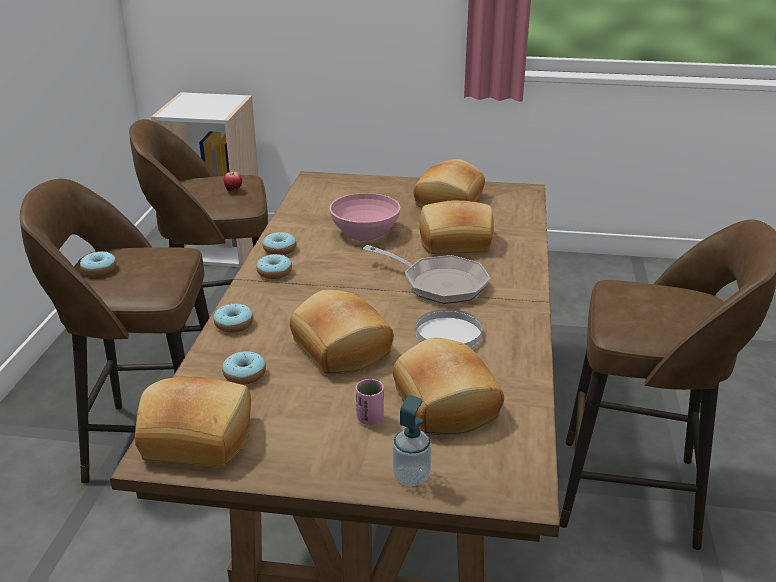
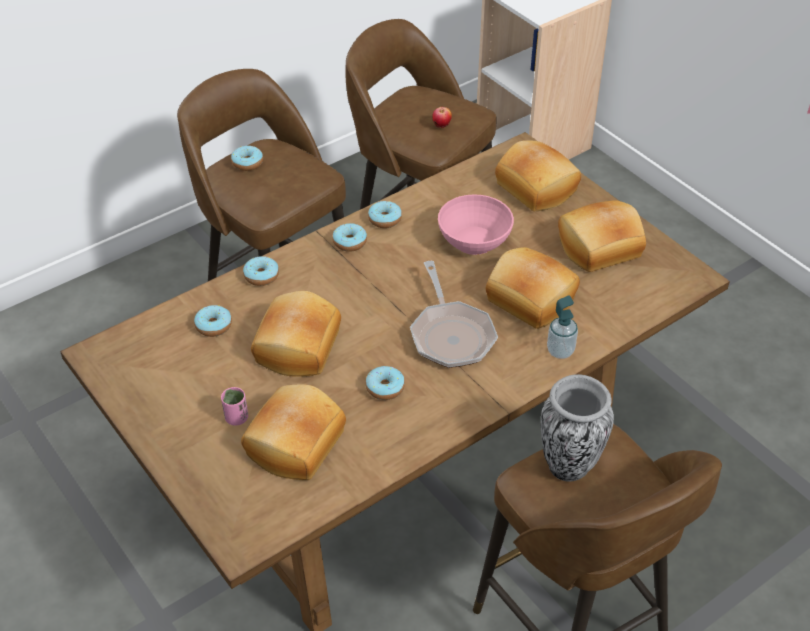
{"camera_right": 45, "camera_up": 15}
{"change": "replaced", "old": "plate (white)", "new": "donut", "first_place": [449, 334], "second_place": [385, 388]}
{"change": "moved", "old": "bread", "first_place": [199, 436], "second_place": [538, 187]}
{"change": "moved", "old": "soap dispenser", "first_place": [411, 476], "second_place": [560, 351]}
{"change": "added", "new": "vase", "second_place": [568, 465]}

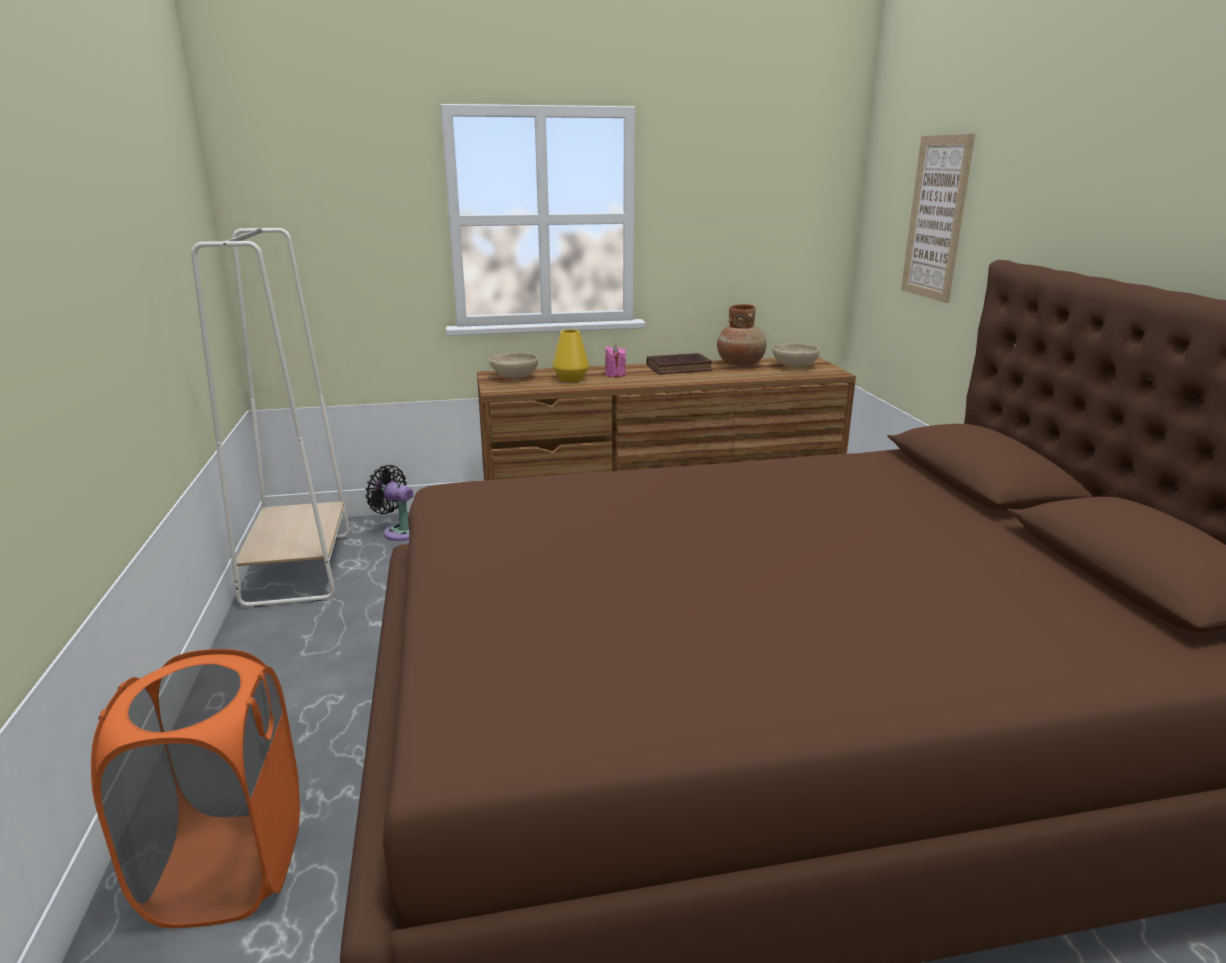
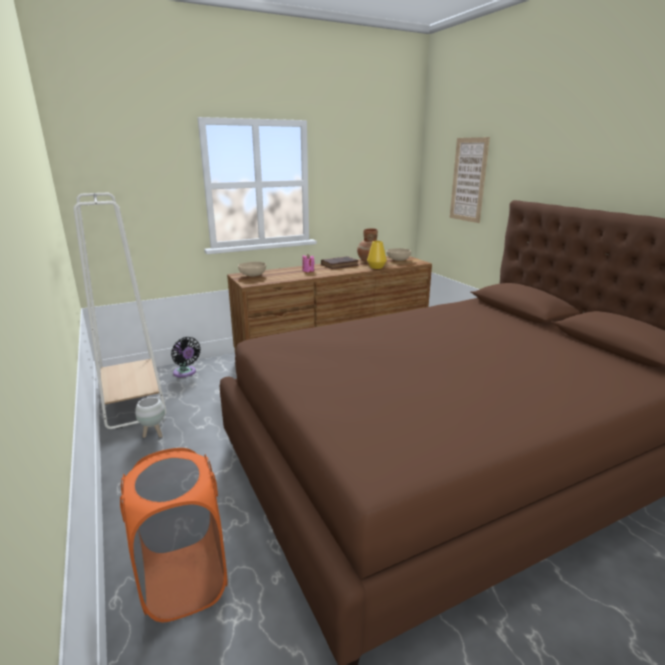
{"camera_right": -15, "camera_up": 0}
{"change": "moved", "old": "vase (yellow)", "first_place": [571, 379], "second_place": [376, 267]}
{"change": "turned", "old": "fan (black)", "first_place": [399, 531], "second_place": [185, 373], "degrees": -150}
{"change": "added", "new": "planter (white)", "second_place": [154, 434]}

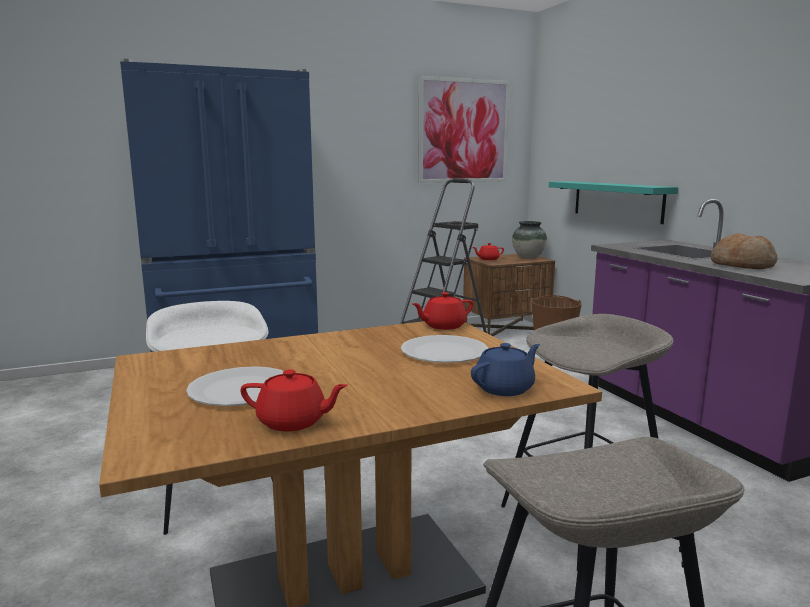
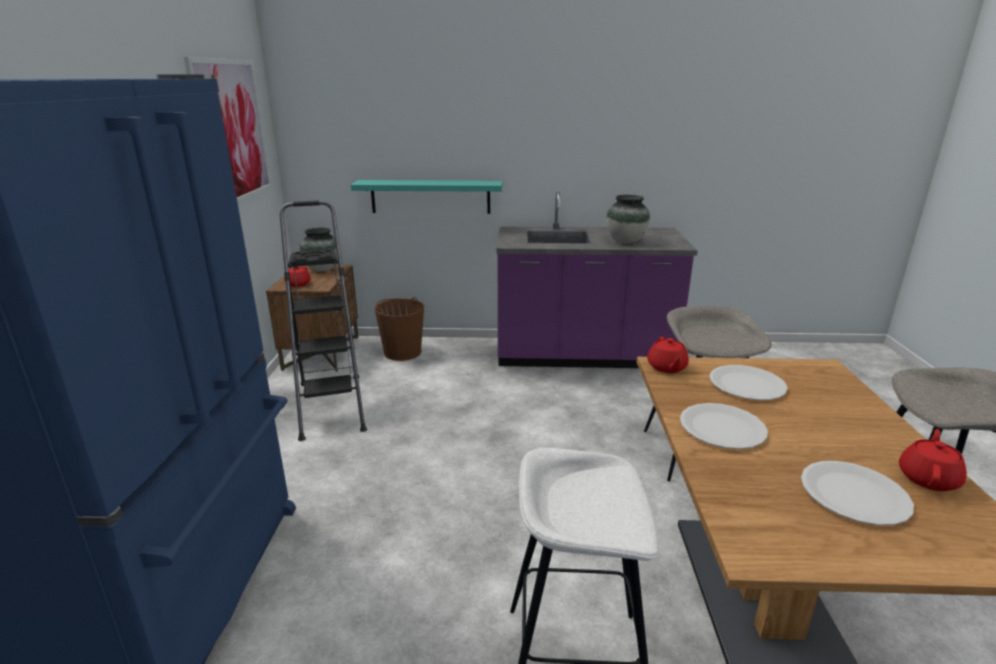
{"camera_right": -65, "camera_up": 10}
{"change": "replaced", "old": "bread", "new": "vase", "first_place": [742, 265], "second_place": [625, 241]}
{"change": "removed", "old": "teapot (blue)", "first_place": [505, 388]}
{"change": "added", "new": "plate (white)", "second_place": [722, 428]}

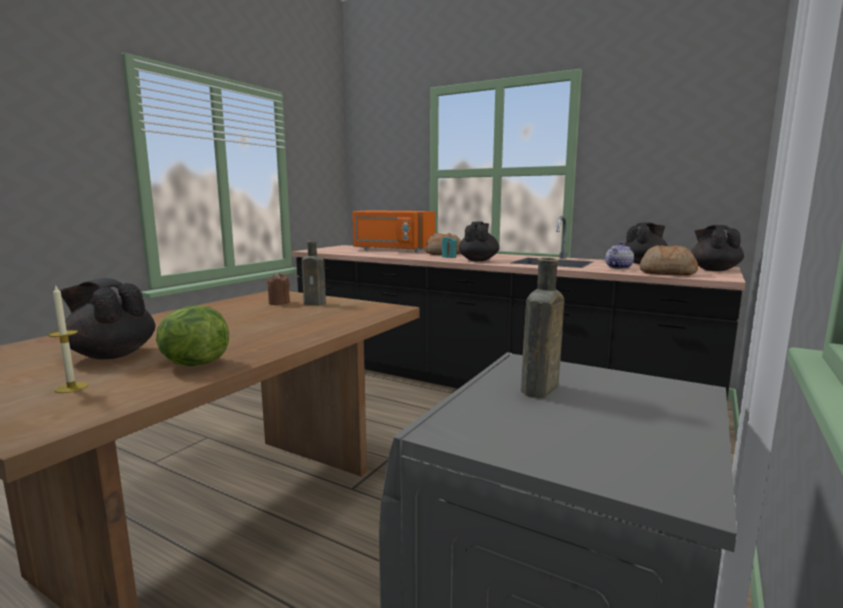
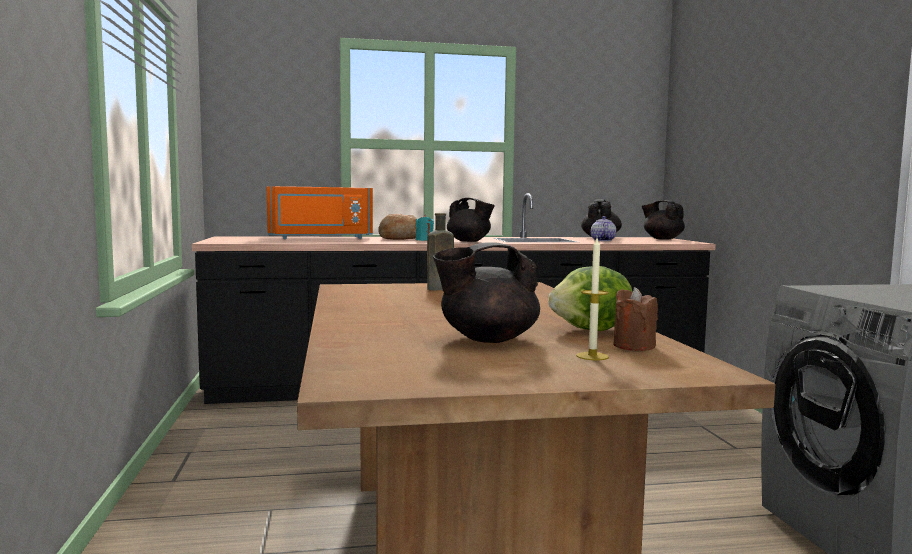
{"camera_right": -40, "camera_up": -5}
{"change": "turned", "old": "teapot (black)", "first_place": [478, 260], "second_place": [469, 241], "degrees": 150}
{"change": "removed", "old": "bread", "first_place": [666, 273]}
{"change": "removed", "old": "bottle (brown)", "first_place": [538, 390]}
{"change": "moved", "old": "candle (brown)", "first_place": [279, 303], "second_place": [634, 346]}

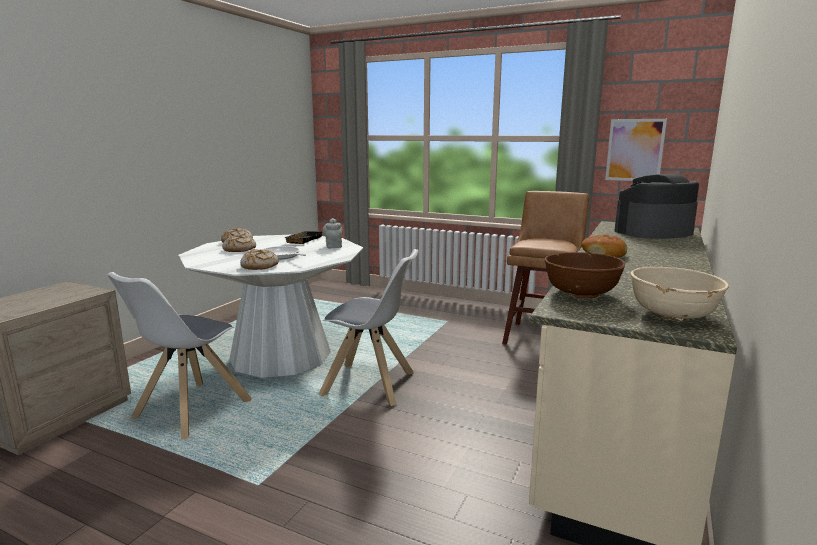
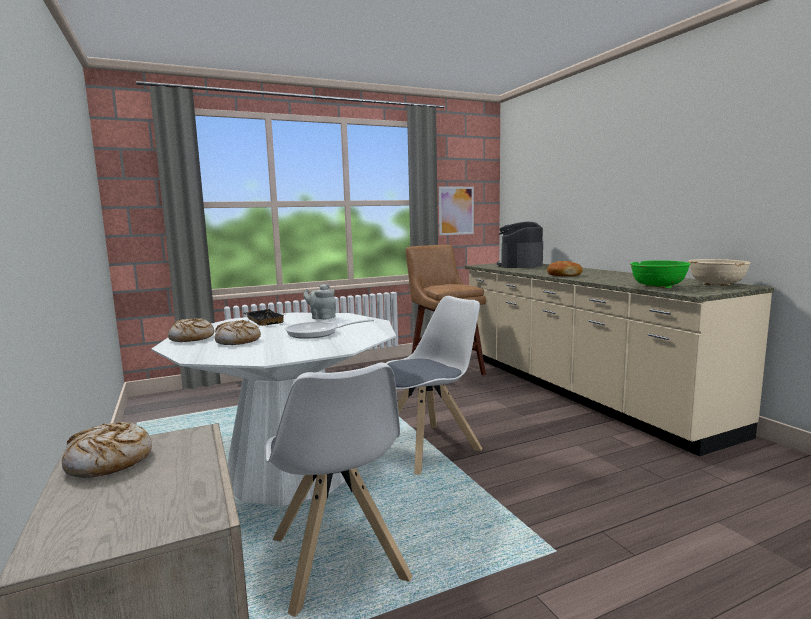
{"camera_right": -50, "camera_up": -5}
{"change": "moved", "old": "bread", "first_place": [259, 266], "second_place": [109, 461]}
{"change": "recoloured", "old": "bowl (brown)", "new": "bowl (green)", "first_place": [581, 293], "second_place": [658, 287]}

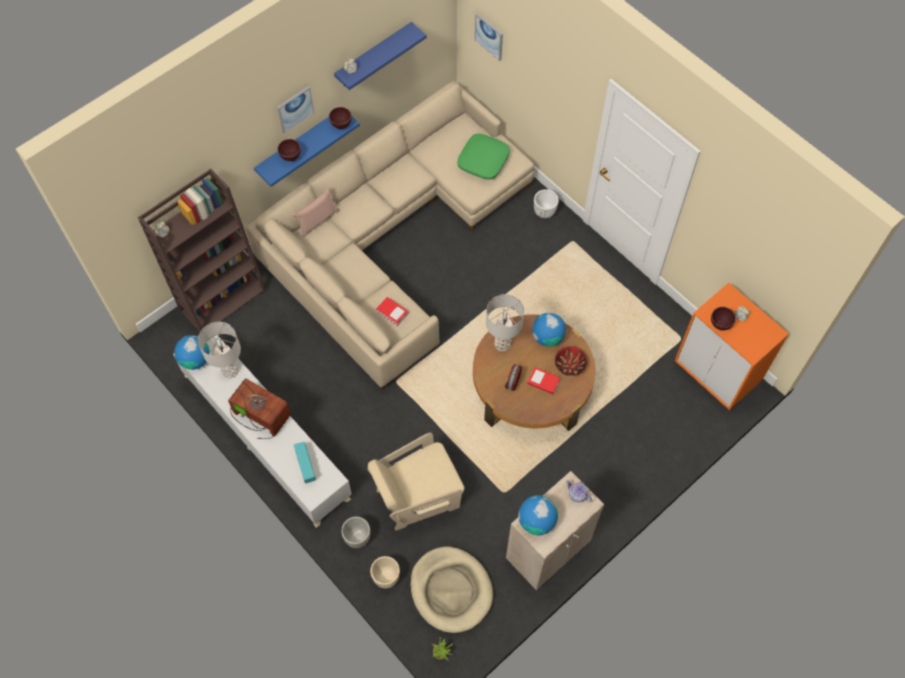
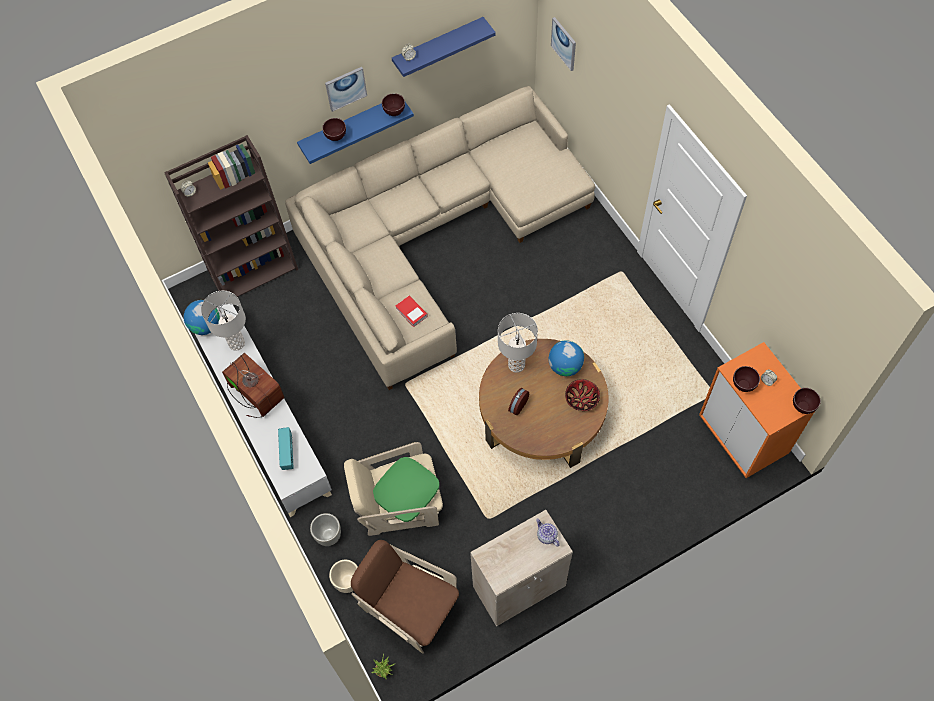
{"camera_right": 15, "camera_up": 0}
{"change": "moved", "old": "pillow (green)", "first_place": [483, 160], "second_place": [406, 491]}
{"change": "removed", "old": "pillow (beige)", "first_place": [318, 220]}
{"change": "removed", "old": "planter (white)", "first_place": [544, 212]}
{"change": "removed", "old": "book", "first_place": [543, 382]}
{"change": "removed", "old": "globe", "first_place": [536, 521]}
{"change": "replaced", "old": "dog bed (beige)", "new": "armchair (brown)", "first_place": [451, 590], "second_place": [410, 608]}
{"change": "added", "new": "bowl (brown)", "second_place": [802, 407]}

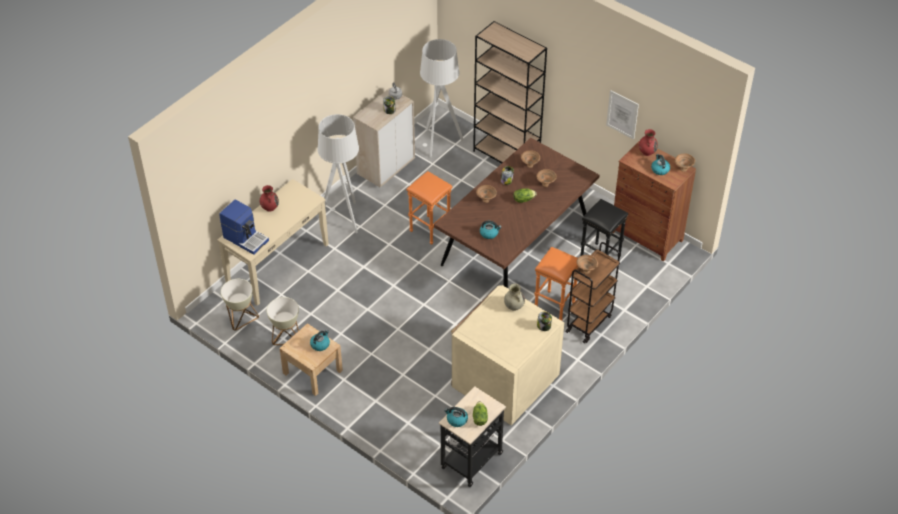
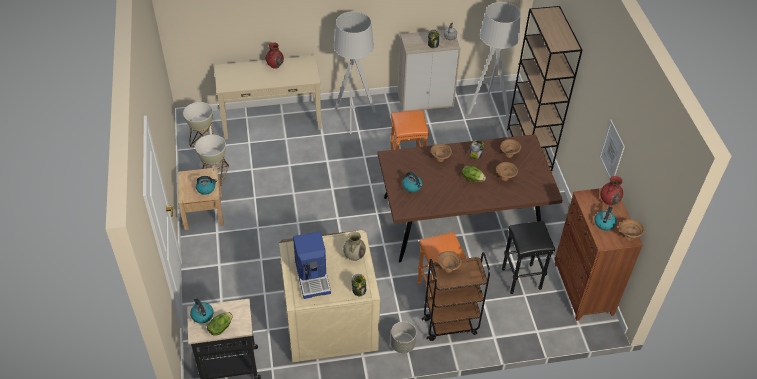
{"camera_right": 40, "camera_up": 0}
{"change": "moved", "old": "coffee machine", "first_place": [246, 238], "second_place": [313, 276]}
{"change": "added", "new": "planter (grey)", "second_place": [402, 344]}

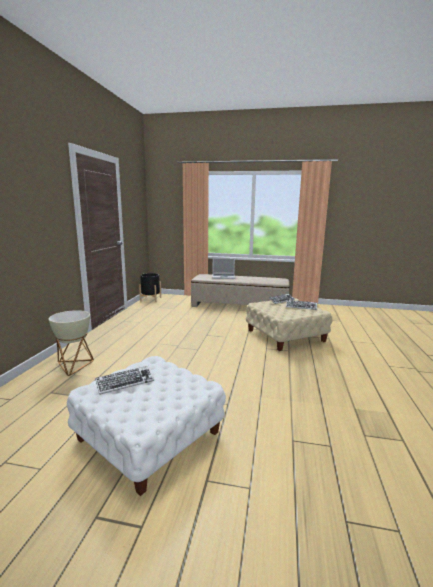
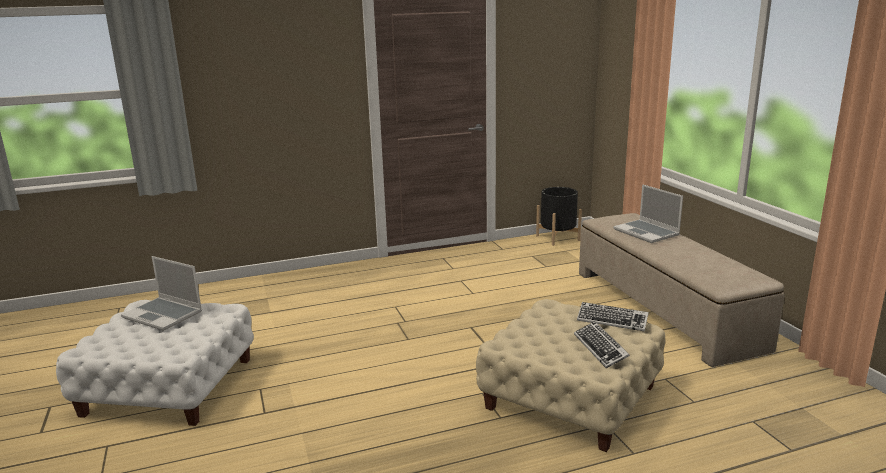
{"camera_right": 60, "camera_up": 5}
{"change": "removed", "old": "planter", "first_place": [75, 366]}
{"change": "replaced", "old": "keyboard", "new": "laptop", "first_place": [125, 383], "second_place": [164, 315]}

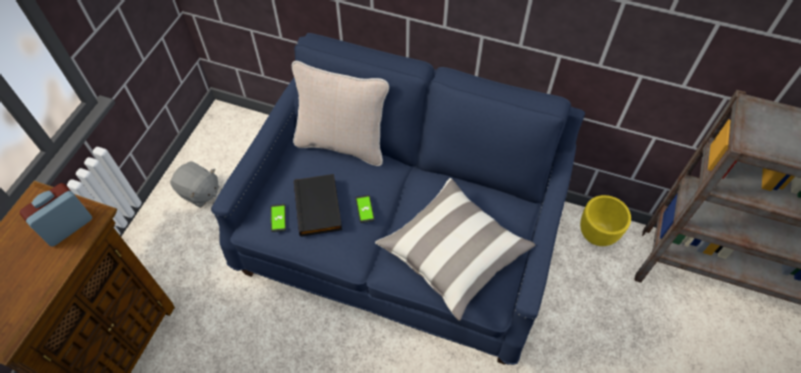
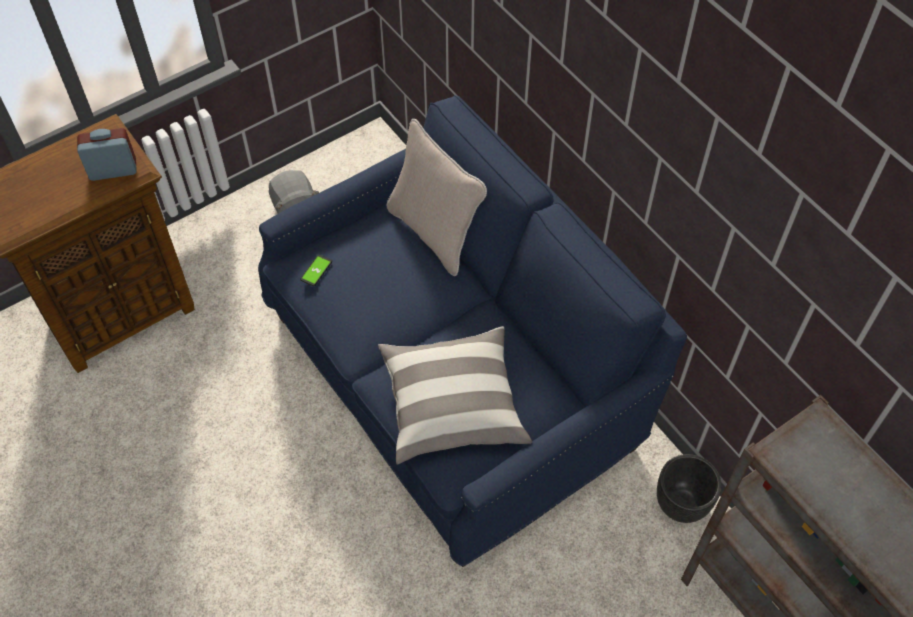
{"camera_right": 35, "camera_up": 0}
{"change": "removed", "old": "book (black)", "first_place": [319, 207]}
{"change": "removed", "old": "phone", "first_place": [365, 209]}
{"change": "recoloured", "old": "planter (yellow)", "new": "planter (black)", "first_place": [597, 234], "second_place": [682, 504]}

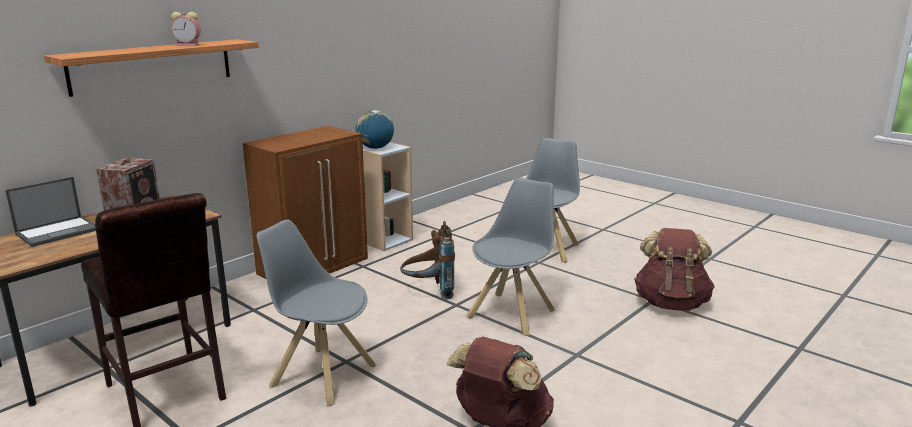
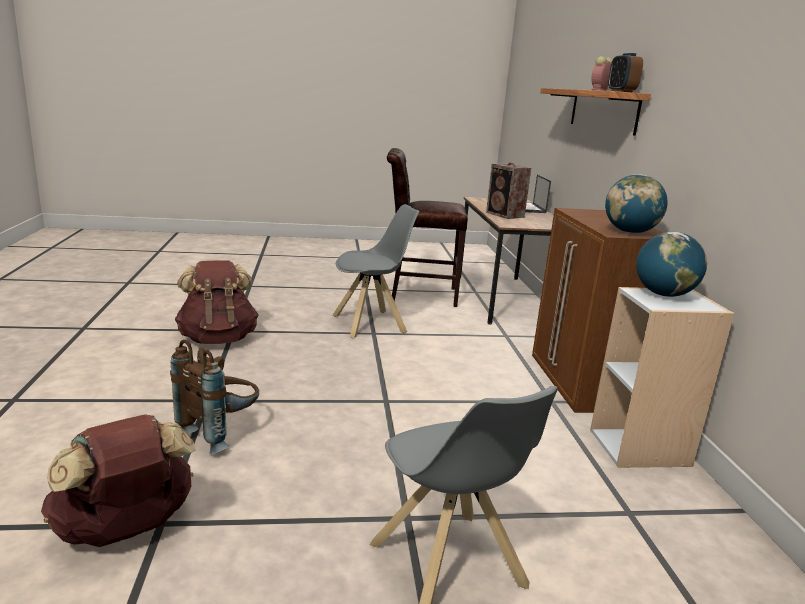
{"camera_right": 130, "camera_up": 0}
{"change": "removed", "old": "chair (grey)", "first_place": [513, 312]}
{"change": "moved", "old": "backpack (brown)", "first_place": [429, 291], "second_place": [221, 432]}
{"change": "added", "new": "alarm clock", "second_place": [621, 91]}
{"change": "added", "new": "globe", "second_place": [630, 232]}

